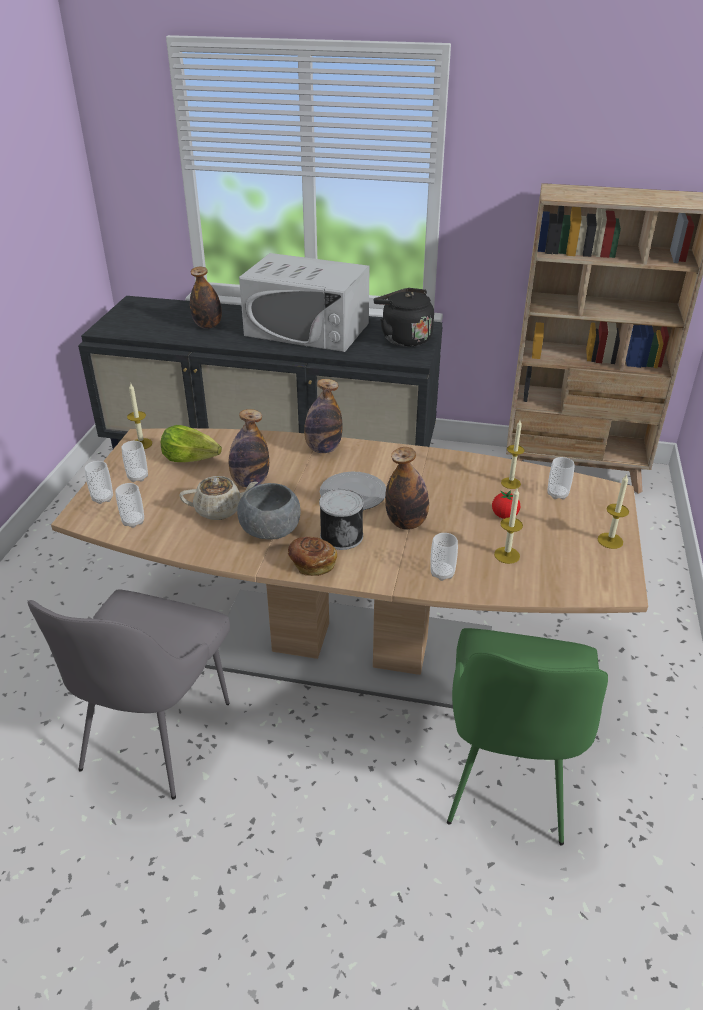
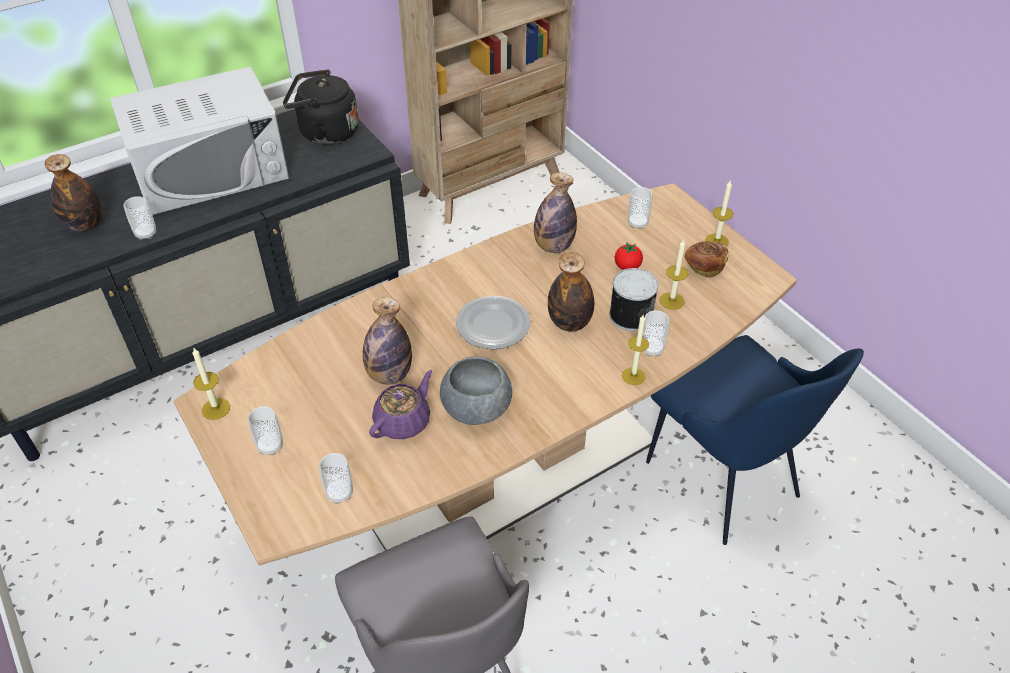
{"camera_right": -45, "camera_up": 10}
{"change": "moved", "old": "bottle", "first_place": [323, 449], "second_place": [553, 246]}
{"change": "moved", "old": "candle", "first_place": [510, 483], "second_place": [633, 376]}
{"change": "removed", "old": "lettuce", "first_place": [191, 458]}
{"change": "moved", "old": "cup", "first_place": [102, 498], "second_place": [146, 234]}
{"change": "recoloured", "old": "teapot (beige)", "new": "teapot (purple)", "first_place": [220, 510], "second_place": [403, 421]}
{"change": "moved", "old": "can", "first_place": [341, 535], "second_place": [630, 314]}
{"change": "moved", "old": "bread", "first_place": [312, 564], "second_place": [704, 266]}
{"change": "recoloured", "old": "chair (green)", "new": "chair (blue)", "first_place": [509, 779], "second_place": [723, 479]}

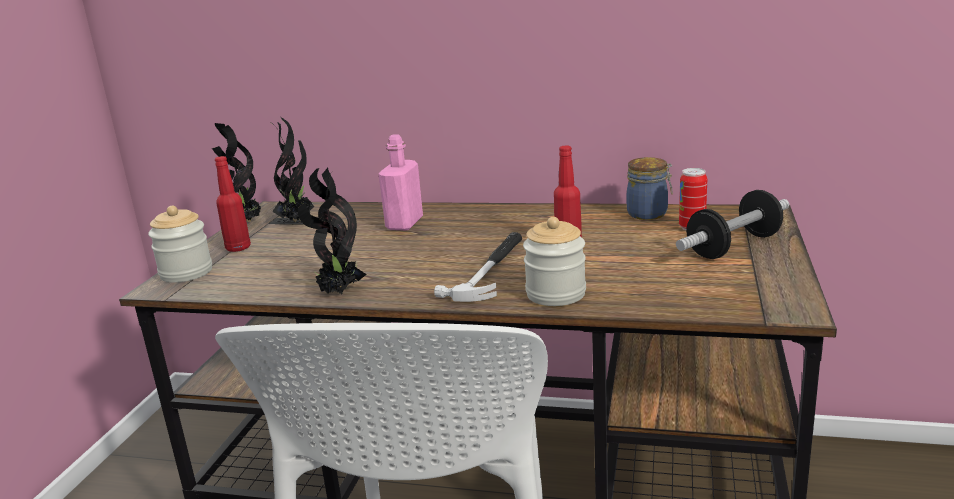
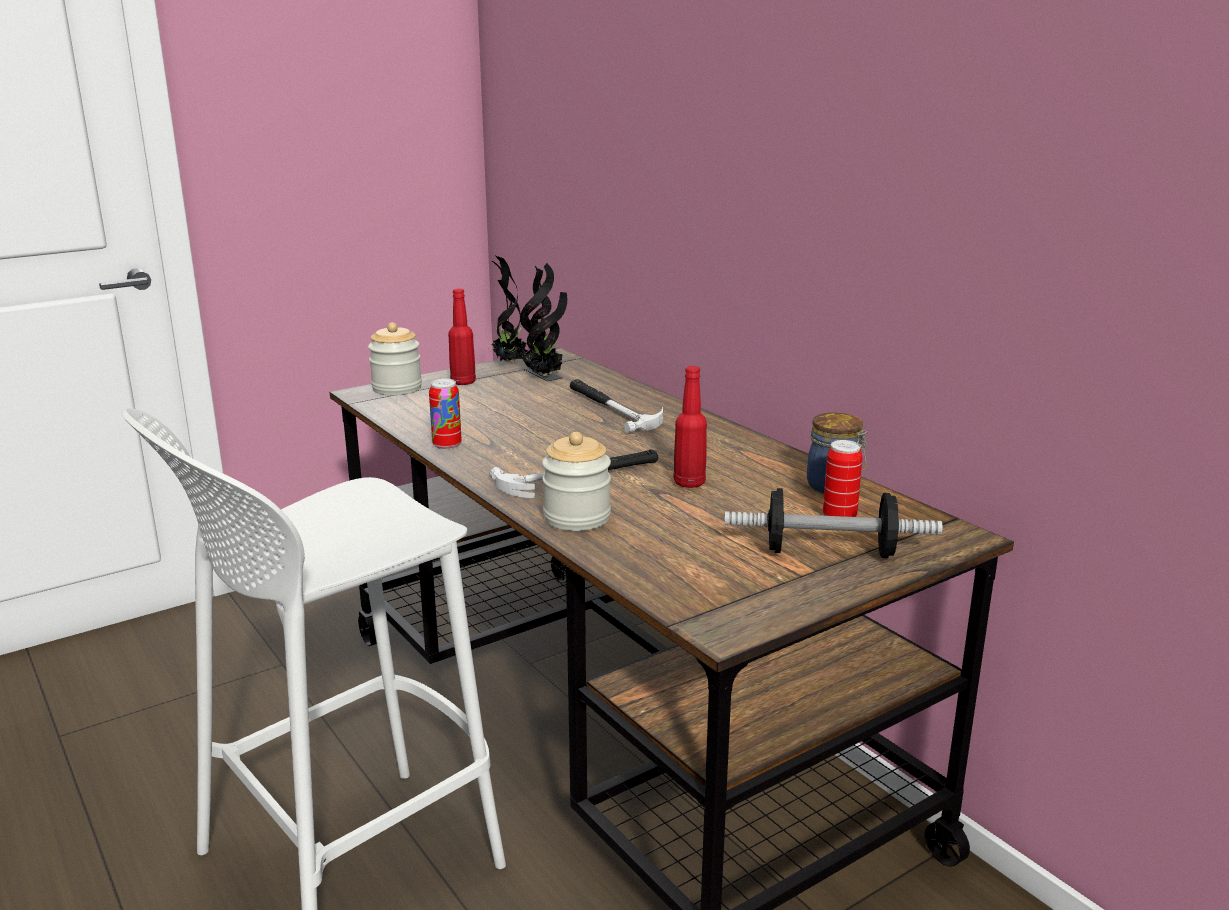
{"camera_right": 40, "camera_up": 0}
{"change": "replaced", "old": "bottle (pink)", "new": "hammer", "first_place": [404, 223], "second_place": [612, 409]}
{"change": "replaced", "old": "potted plant", "new": "can", "first_place": [339, 292], "second_place": [447, 445]}

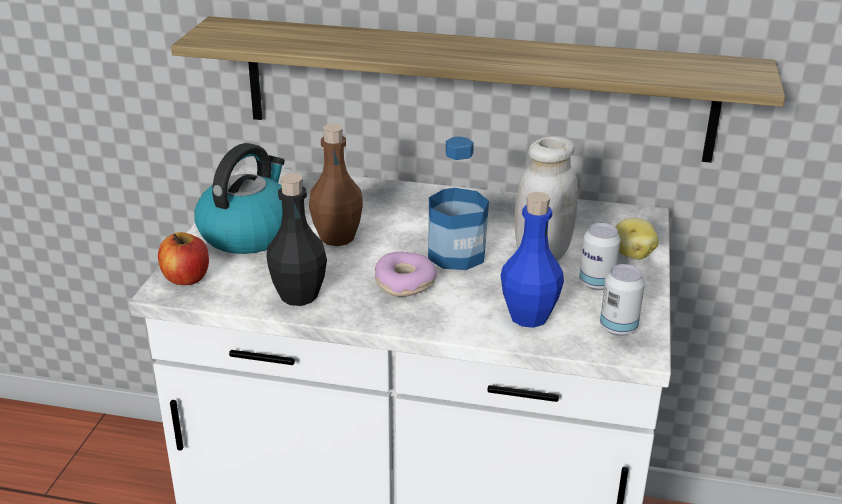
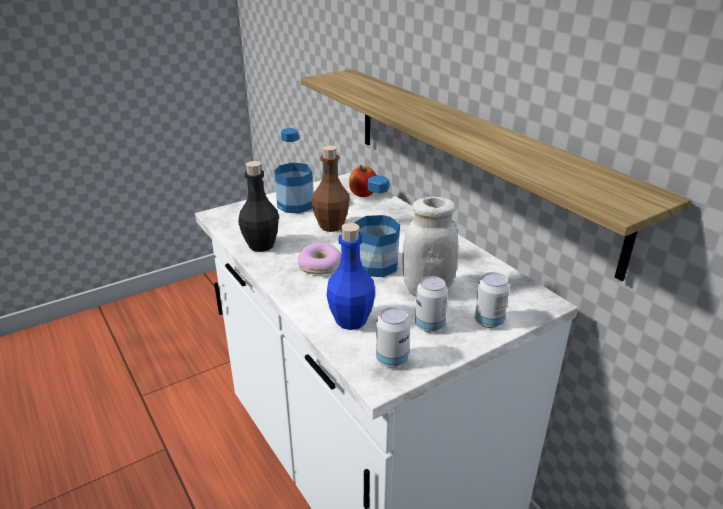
{"camera_right": 45, "camera_up": 0}
{"change": "replaced", "old": "kettle", "new": "bottle", "first_place": [248, 233], "second_place": [296, 205]}
{"change": "replaced", "old": "potato", "new": "can", "first_place": [631, 254], "second_place": [488, 321]}
{"change": "moved", "old": "apple", "first_place": [186, 278], "second_place": [363, 194]}

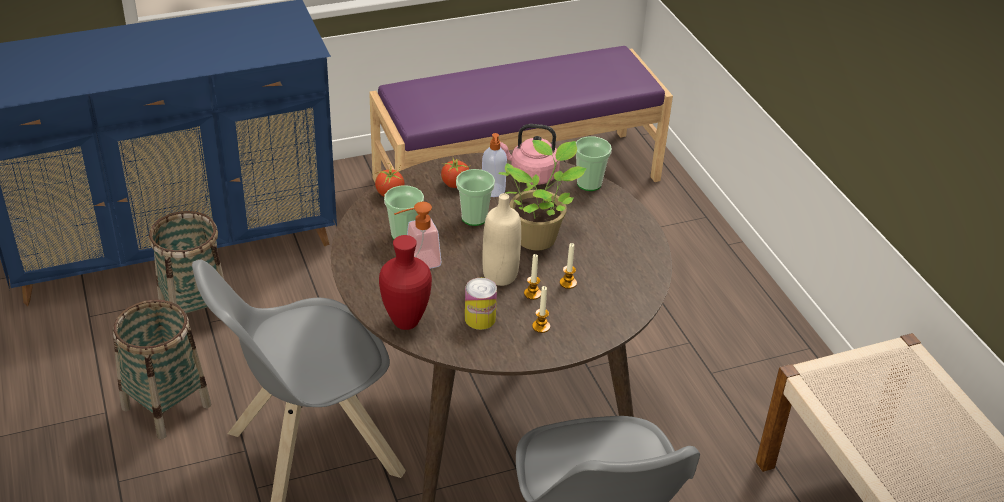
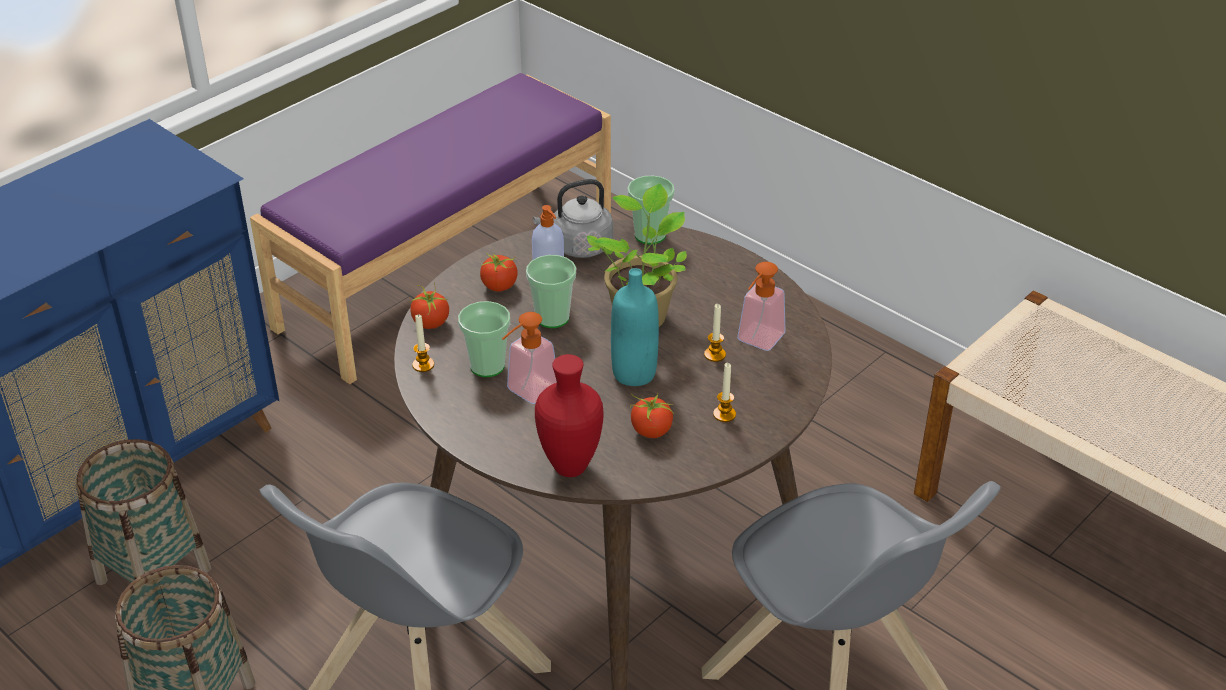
{"camera_right": -25, "camera_up": 0}
{"change": "recoloured", "old": "kettle (pink)", "new": "kettle (grey)", "first_place": [531, 175], "second_place": [578, 247]}
{"change": "recoloured", "old": "bottle (beige)", "new": "bottle (turquoise)", "first_place": [500, 275], "second_place": [634, 373]}
{"change": "moved", "old": "candle", "first_place": [532, 293], "second_place": [423, 365]}
{"change": "replaced", "old": "can", "new": "tomato", "first_place": [480, 319], "second_place": [651, 431]}
{"change": "added", "new": "soap dispenser", "second_place": [757, 342]}

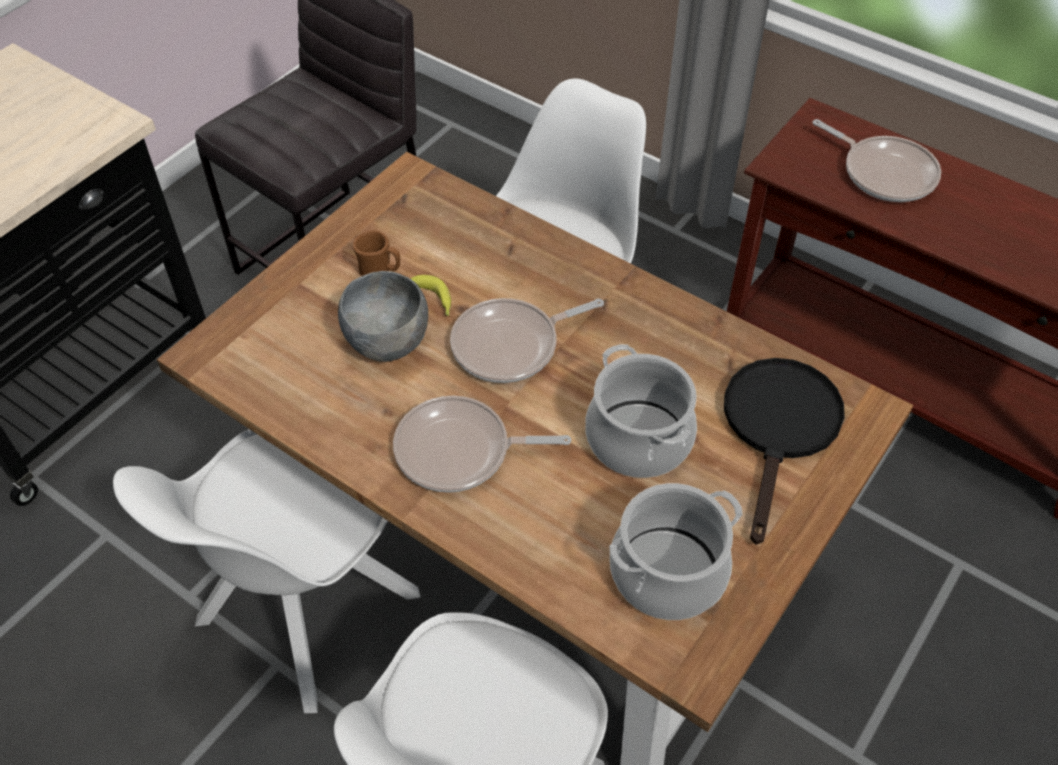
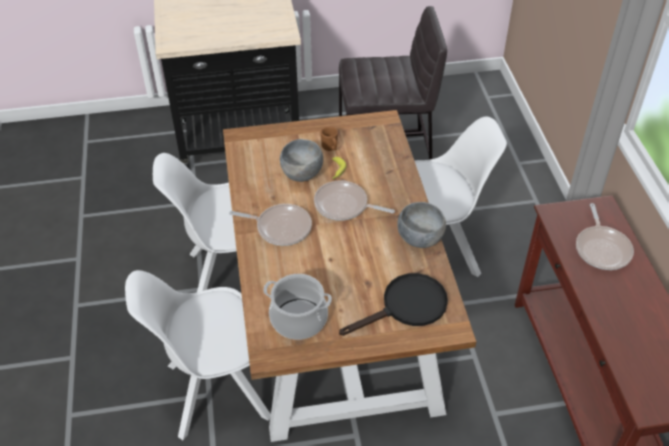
{"camera_right": 45, "camera_up": -5}
{"change": "removed", "old": "cooking pot", "first_place": [638, 439]}
{"change": "turned", "old": "frying pan", "first_place": [460, 451], "second_place": [280, 227], "degrees": 150}
{"change": "added", "new": "bowl (grey)", "second_place": [419, 239]}

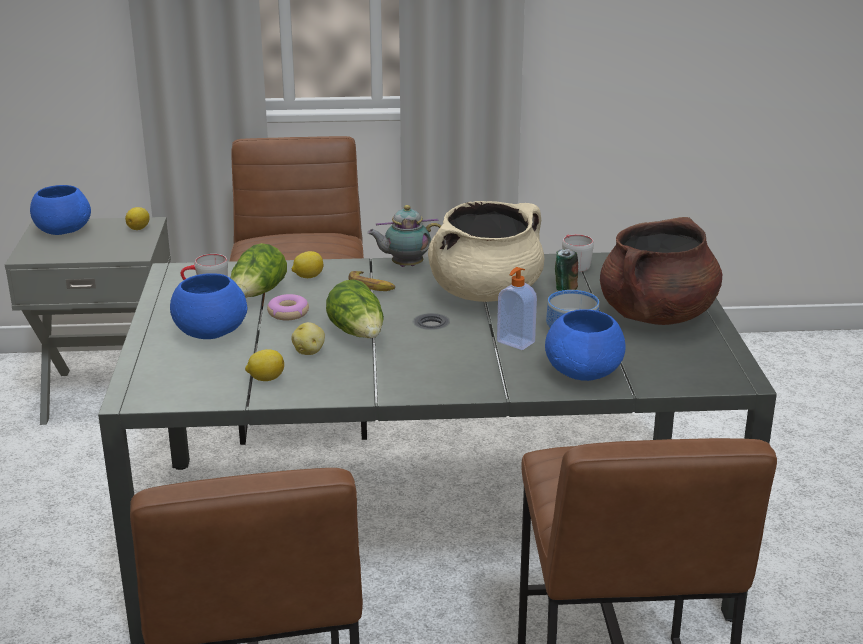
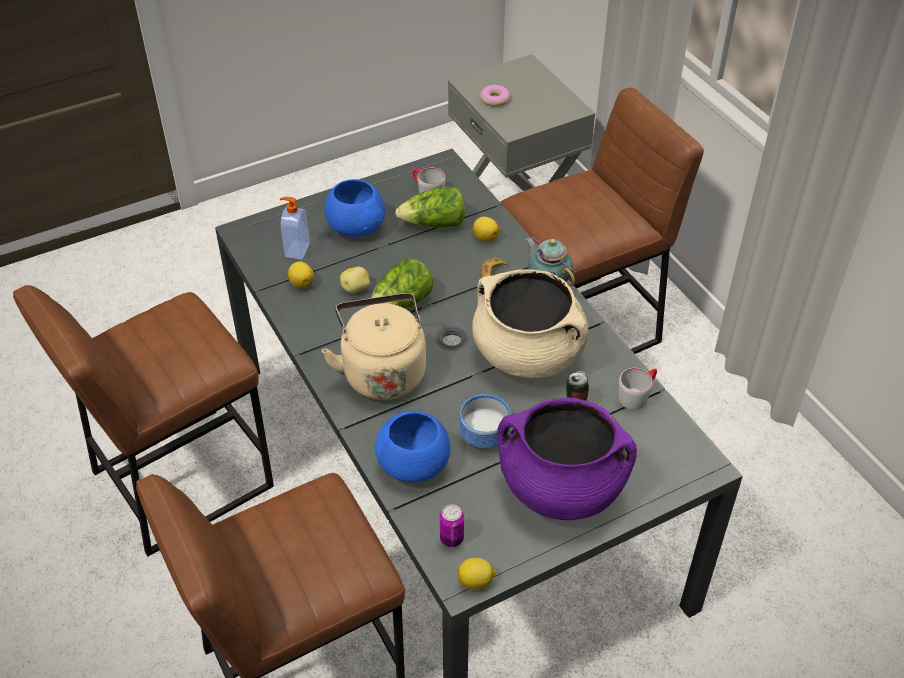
{"camera_right": 65, "camera_up": 20}
{"change": "removed", "old": "bowl (blue)", "first_place": [62, 231]}
{"change": "moved", "old": "lemon", "first_place": [139, 228], "second_place": [476, 582]}
{"change": "recoloured", "old": "cooking pot (brown)", "new": "cooking pot (purple)", "first_place": [656, 315], "second_place": [561, 488]}
{"change": "moved", "old": "soap dispenser", "first_place": [515, 342], "second_place": [296, 250]}
{"change": "moved", "old": "donut", "first_place": [288, 313], "second_place": [494, 99]}
{"change": "added", "new": "kettle (beige)", "second_place": [382, 371]}
{"change": "added", "new": "can", "second_place": [451, 538]}

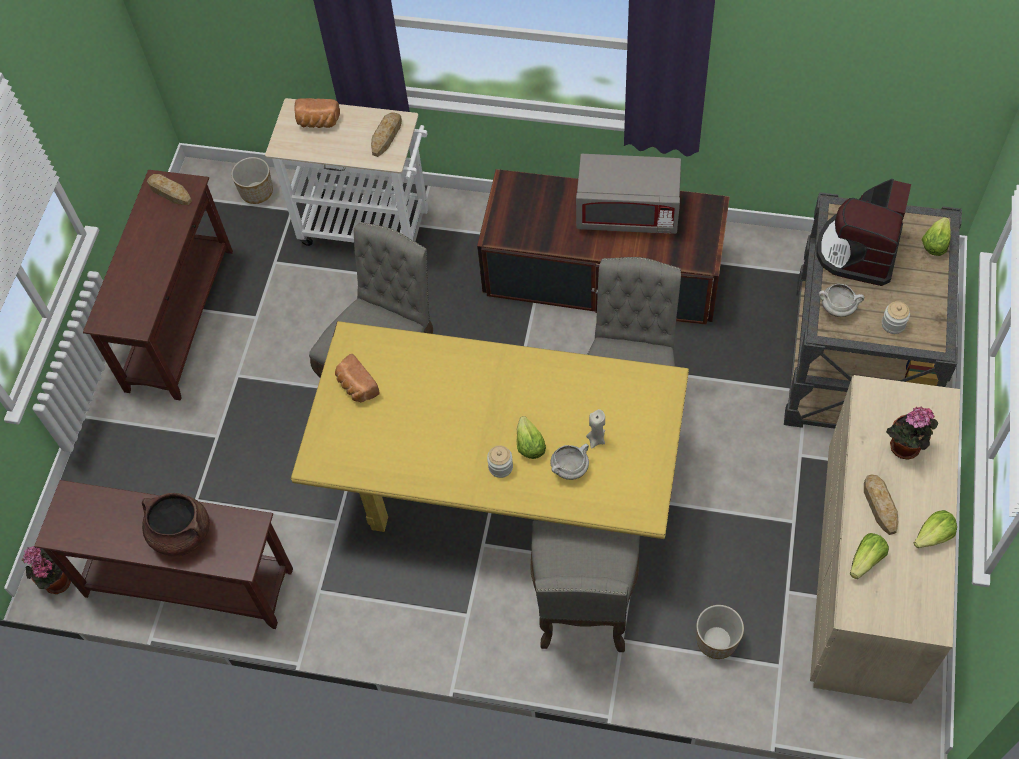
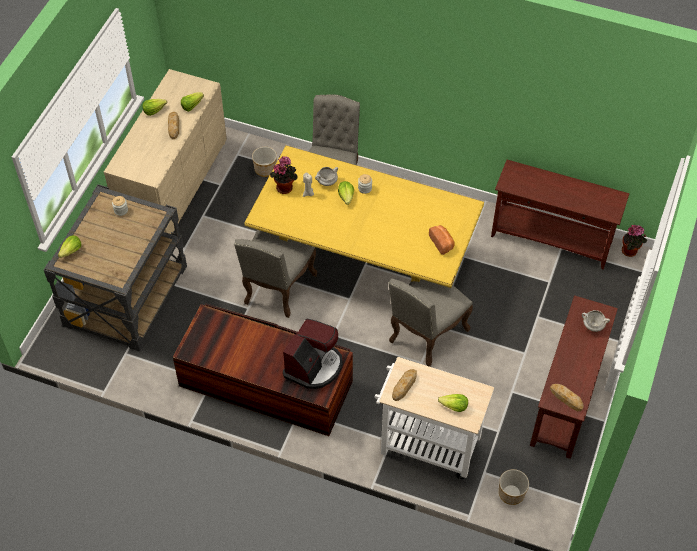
{"camera_right": -175, "camera_up": -5}
{"change": "replaced", "old": "bread", "new": "lettuce", "first_place": [318, 122], "second_place": [454, 406]}
{"change": "removed", "old": "microwave (grey)", "first_place": [628, 213]}
{"change": "moved", "old": "coffee machine", "first_place": [858, 250], "second_place": [314, 366]}
{"change": "moved", "old": "cooking pot (white)", "first_place": [838, 308], "second_place": [593, 326]}
{"change": "moved", "old": "potted plant", "first_place": [904, 449], "second_place": [285, 187]}
{"change": "removed", "old": "cooking pot (brown)", "first_place": [181, 534]}

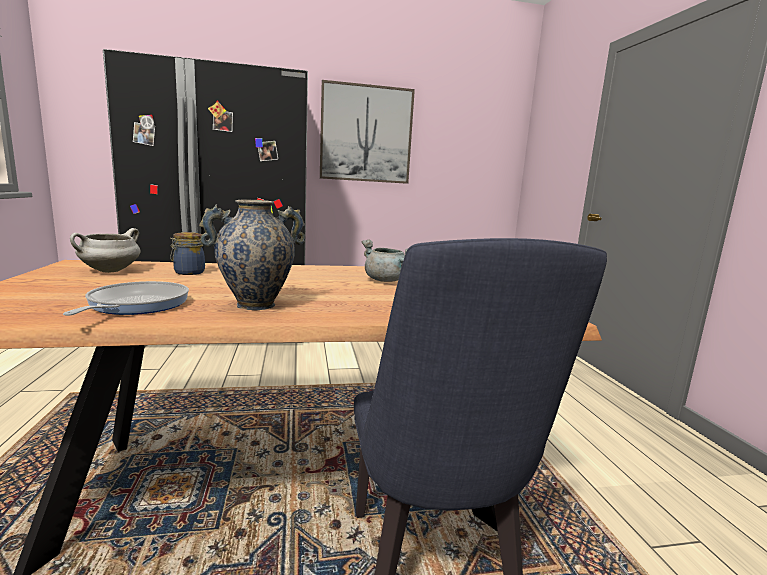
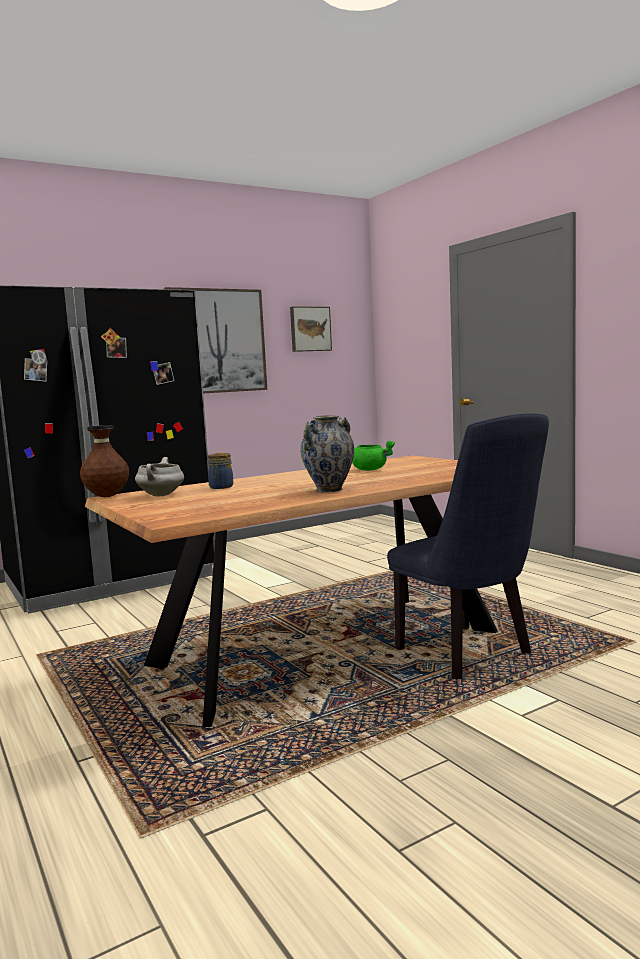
{"camera_right": -20, "camera_up": -5}
{"change": "recoloured", "old": "cooking pot (grey)", "new": "cooking pot (green)", "first_place": [387, 280], "second_place": [370, 470]}
{"change": "removed", "old": "frying pan", "first_place": [135, 305]}
{"change": "added", "new": "picture", "second_place": [310, 329]}
{"change": "added", "new": "vase (brown)", "second_place": [107, 497]}

